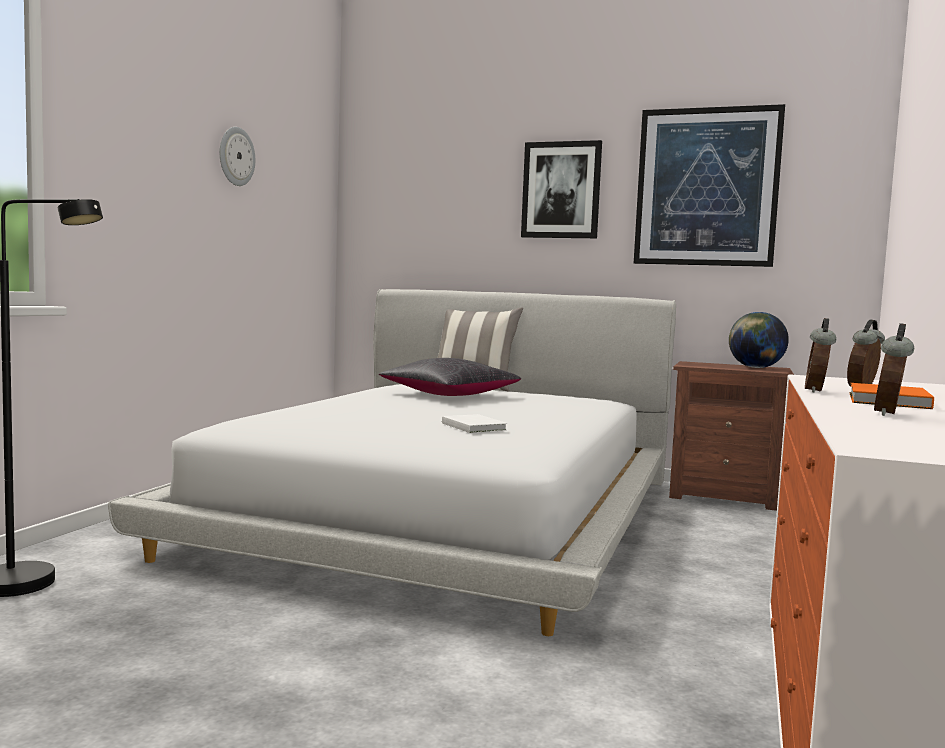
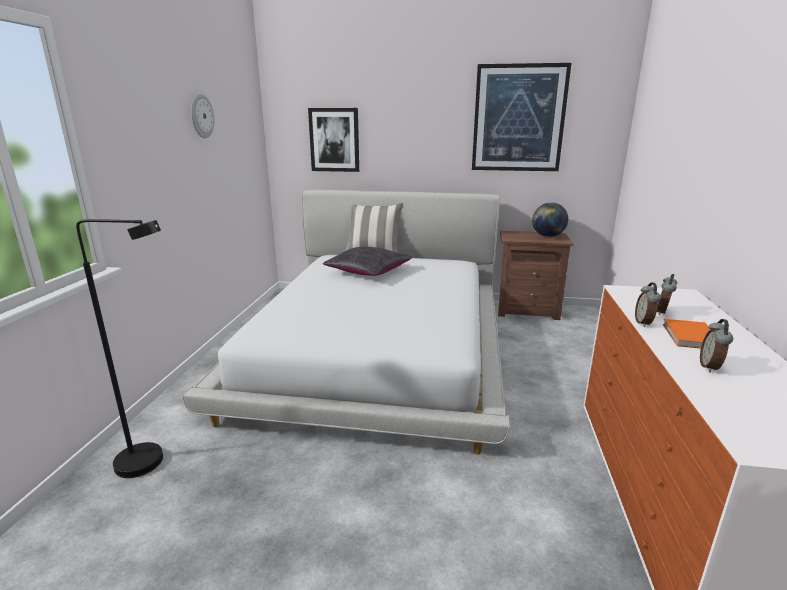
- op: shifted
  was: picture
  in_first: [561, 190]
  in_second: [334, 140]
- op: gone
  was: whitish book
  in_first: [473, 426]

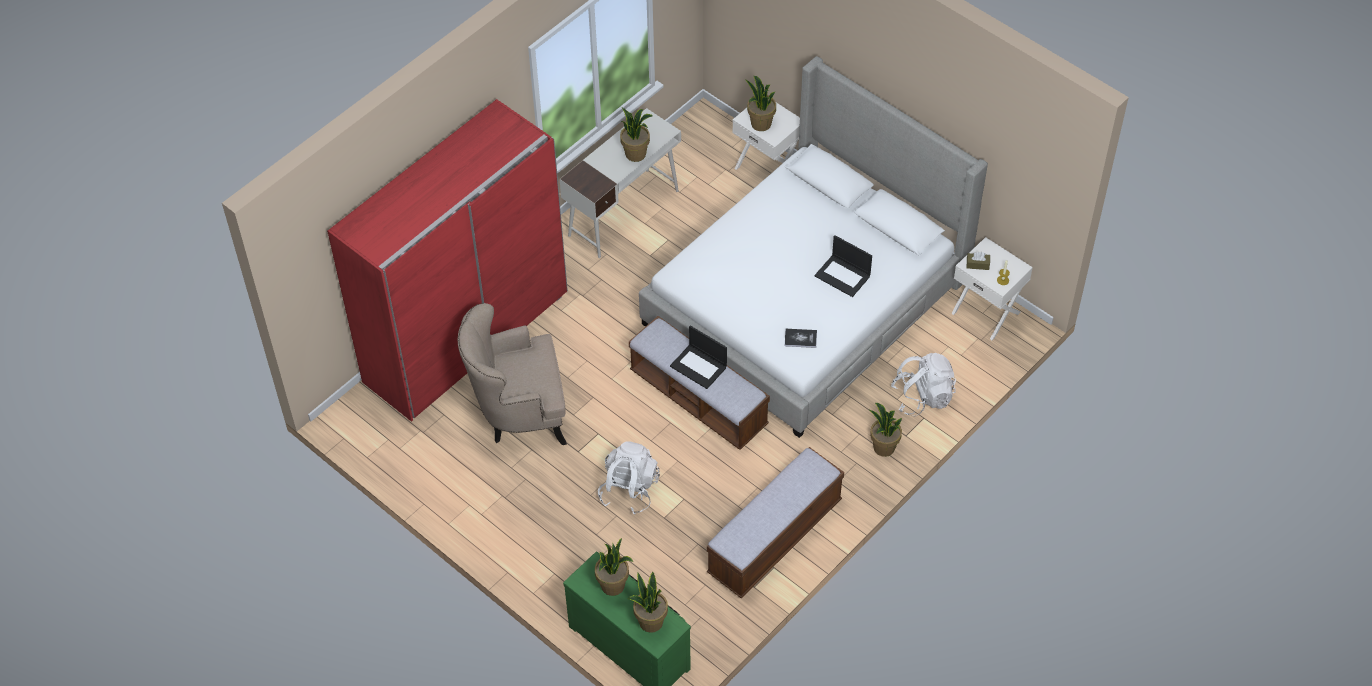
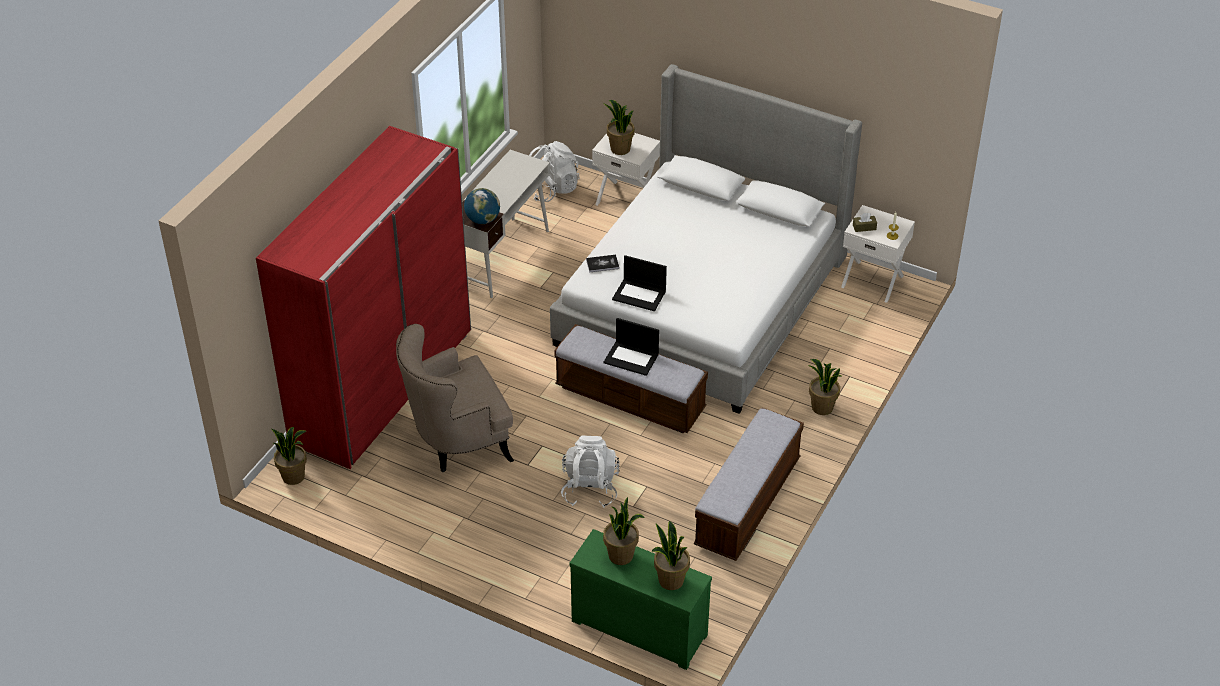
- op: shifted
  was: potted plant
  in_first: [636, 154]
  in_second: [293, 476]
- op: shifted
  was: portable computer
  in_first: [843, 276]
  in_second: [640, 295]
- op: shifted
  was: book
  in_first: [800, 338]
  in_second: [602, 264]
- op: shifted
  was: whitish rucksack
  in_first: [922, 397]
  in_second: [552, 189]
- op: new
  now: globe
  in_second: [482, 220]

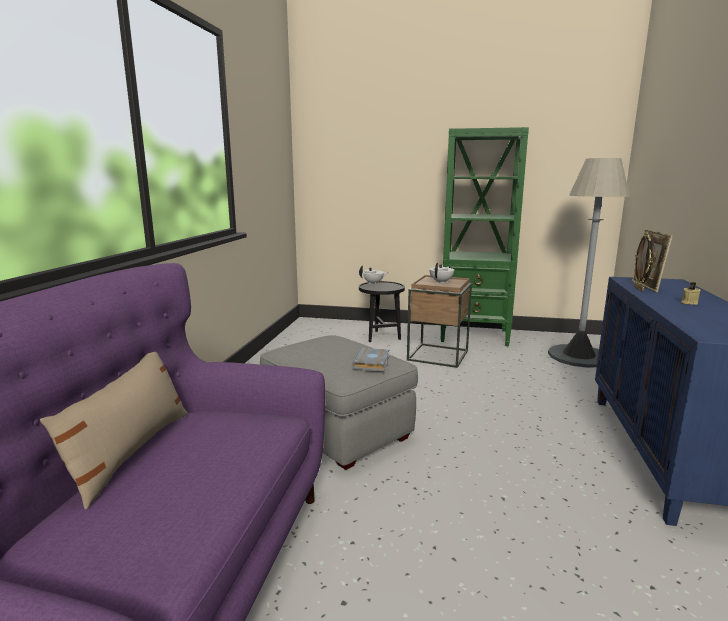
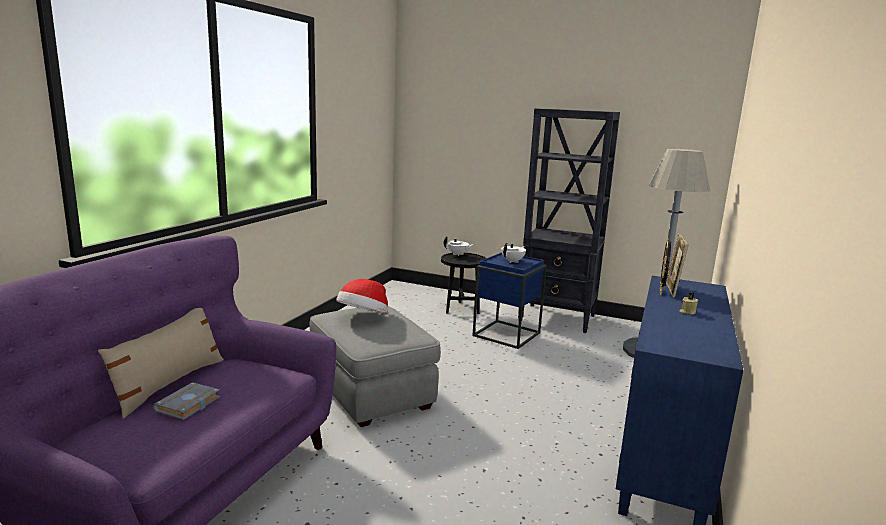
- op: repainted
  was: green bookshelf
  now: black bookshelf
  in_first: [475, 336]
  in_second: [557, 318]
- op: repainted
  was: brown-coloured accent table
  now: blue accent table
  in_first: [438, 355]
  in_second: [507, 334]
- op: shifted
  was: grey book
  in_first: [372, 363]
  in_second: [188, 405]
- op: new
  now: clothing hat
  in_second: [364, 318]

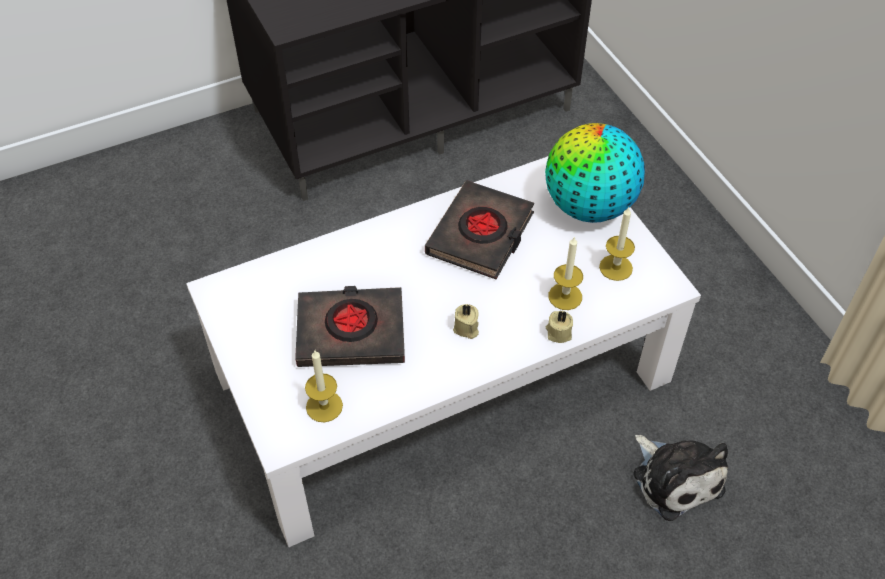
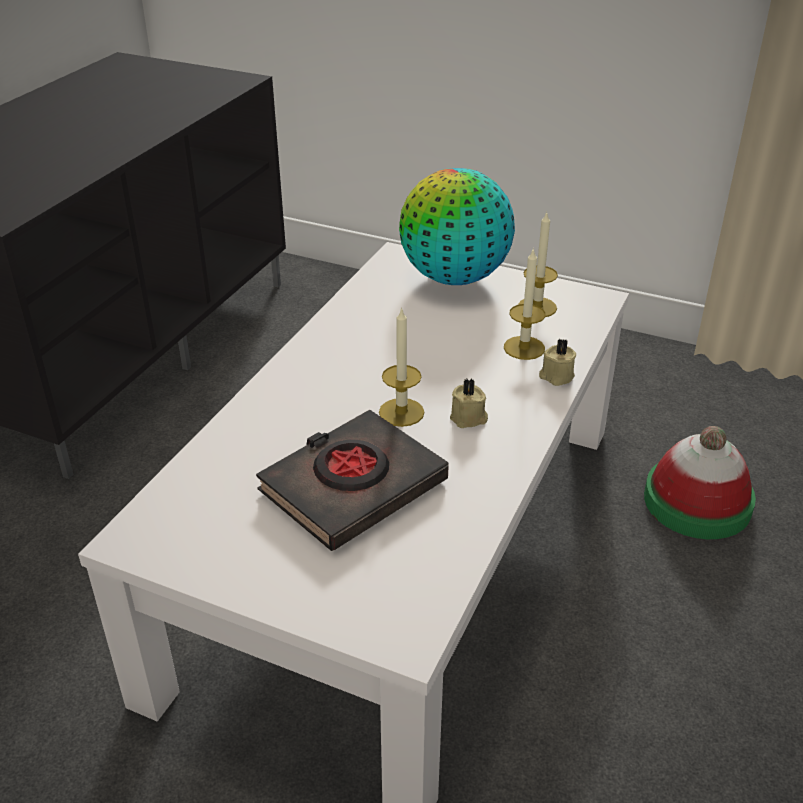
- op: gone
  was: black book
  in_first: [481, 235]
- op: shifted
  was: wax light
  in_first: [324, 406]
  in_second: [401, 412]
- op: swapped
  was: plush toy
  now: clothing hat
  in_first: [675, 477]
  in_second: [697, 502]

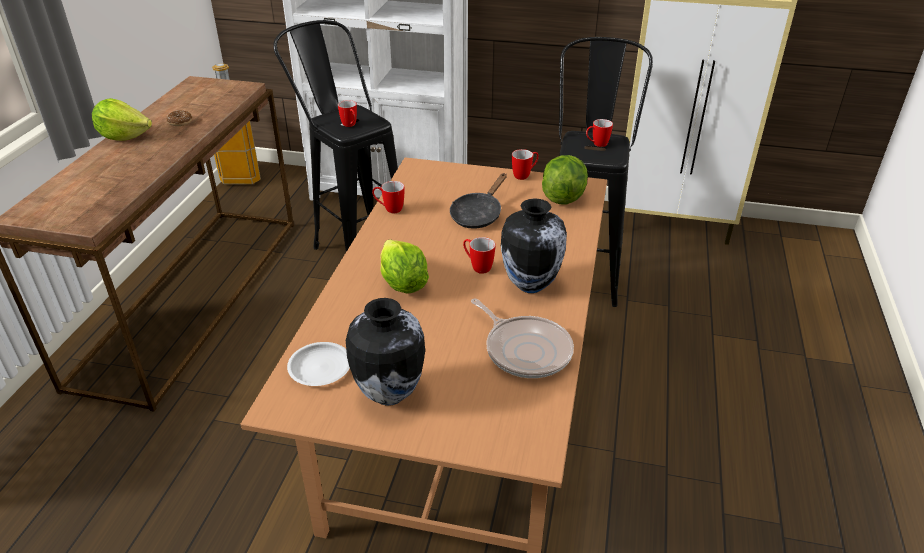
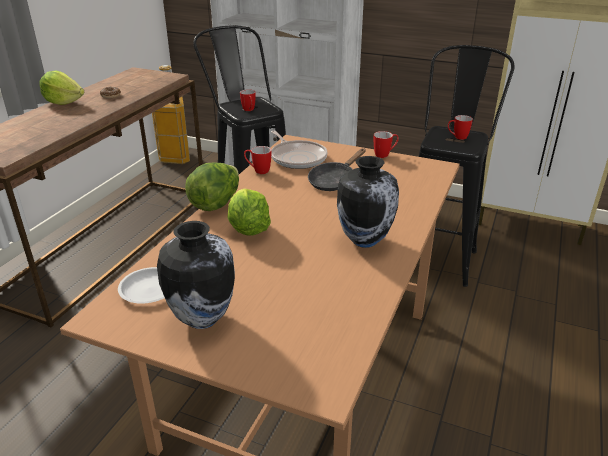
- op: shifted
  was: lettuce head
  in_first: [563, 195]
  in_second: [216, 203]
- op: gone
  was: coffee mug
  in_first: [477, 267]
- op: shifted
  was: pan
  in_first: [525, 350]
  in_second: [297, 158]

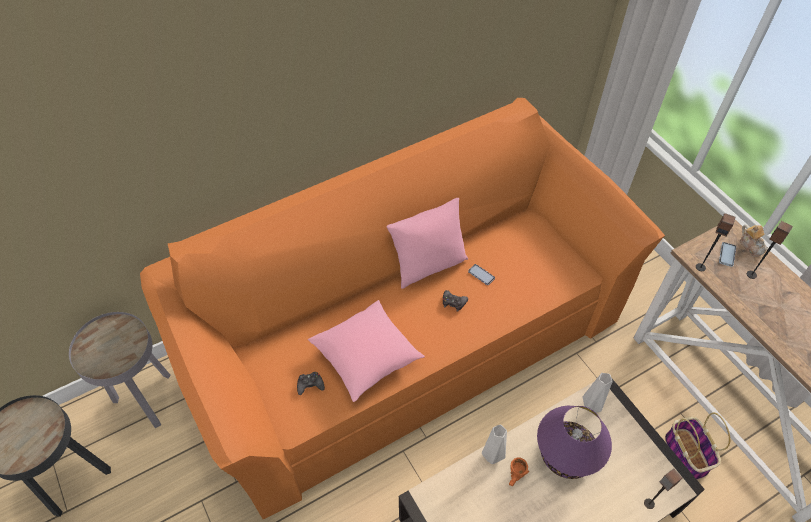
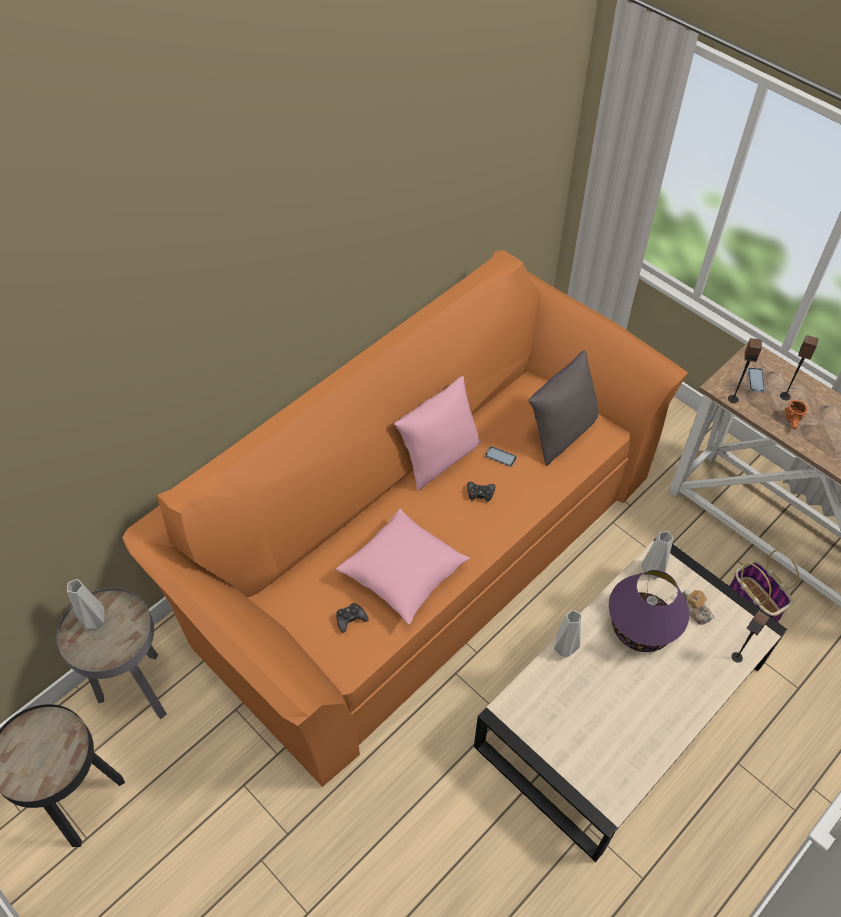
- op: shifted
  was: tea pot
  in_first: [751, 246]
  in_second: [696, 611]
- op: shifted
  was: orange coffee mug
  in_first: [516, 476]
  in_second: [793, 422]
- op: new
  now: grey throw pillow
  in_second: [560, 434]
- op: new
  now: grey decorative vase
  in_second: [93, 622]

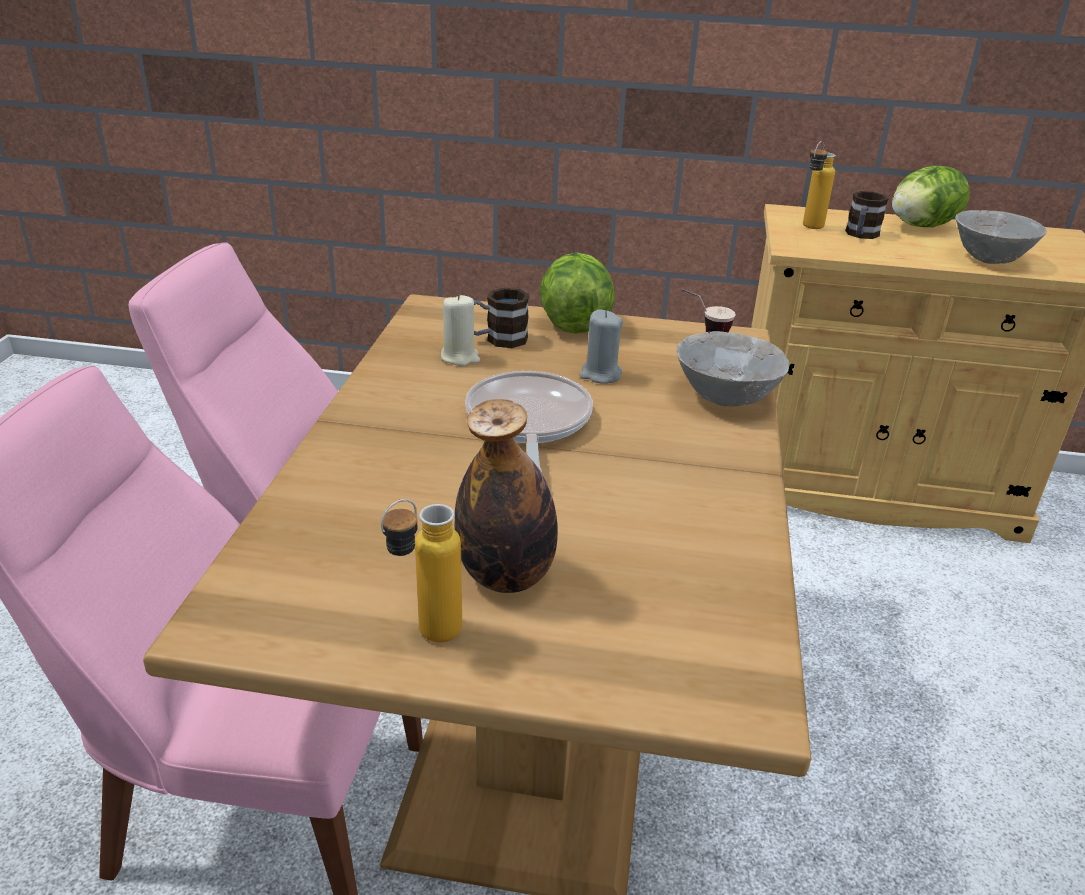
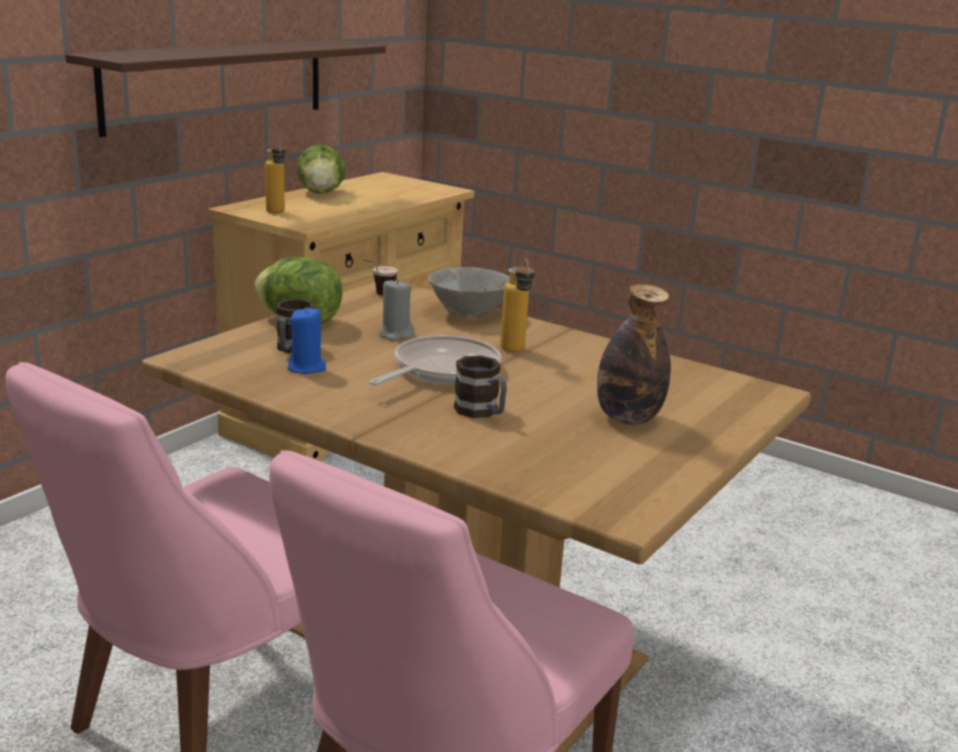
- op: shifted
  was: coffee mug
  in_first: [860, 235]
  in_second: [481, 412]
- op: gone
  was: grey bowl
  in_first: [989, 259]
- op: repainted
  was: sand-coloured wax light
  now: blue wax light
  in_first: [460, 357]
  in_second: [307, 368]
- op: rotated
  was: pan
  in_first: [528, 422]
  in_second: [441, 370]
  clockwise: 105
- op: shifted
  was: bottle
  in_first: [425, 637]
  in_second: [515, 352]
- op: new
  now: shelf
  in_second: [217, 84]

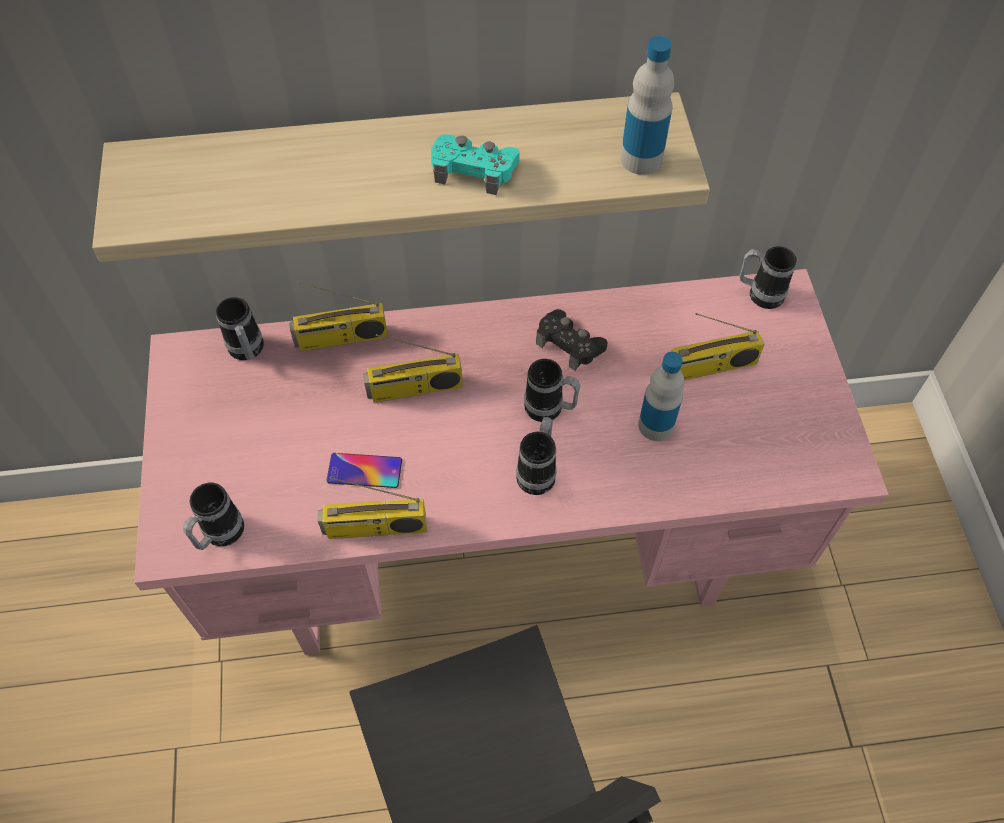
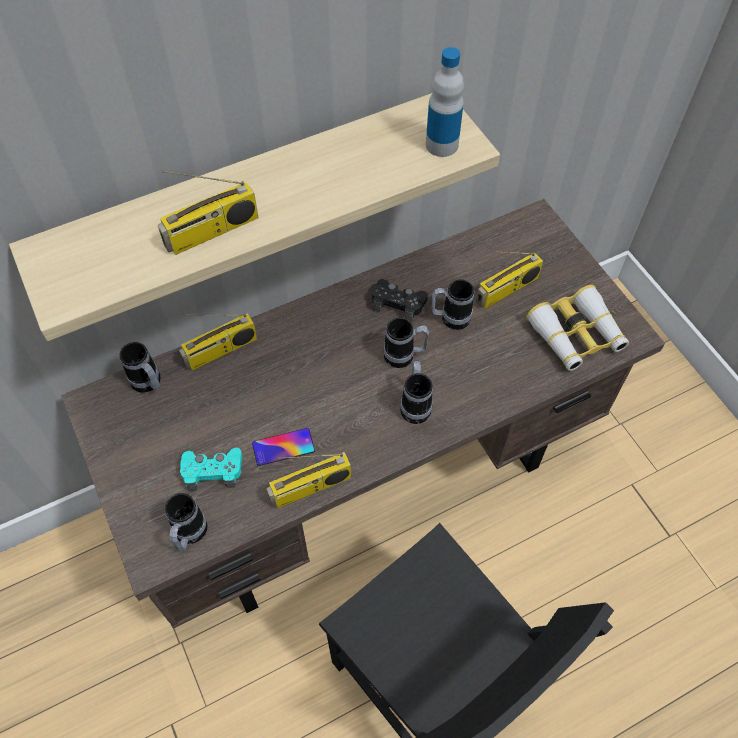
- op: shifted
  was: turquoise-coloured game controller
  in_first: [474, 170]
  in_second: [213, 471]
- op: shifted
  was: coffee mug
  in_first: [759, 294]
  in_second: [450, 318]
- op: repainted
  was: pink-coloured desk unit
  now: brown-coloured desk unit
  in_first: [504, 549]
  in_second: [370, 479]
- op: shifted
  was: radio set
  in_first: [414, 389]
  in_second: [212, 232]
- op: gone
  was: bottle
  in_first: [656, 425]
- op: new
  now: binoculars
  in_second: [576, 335]

